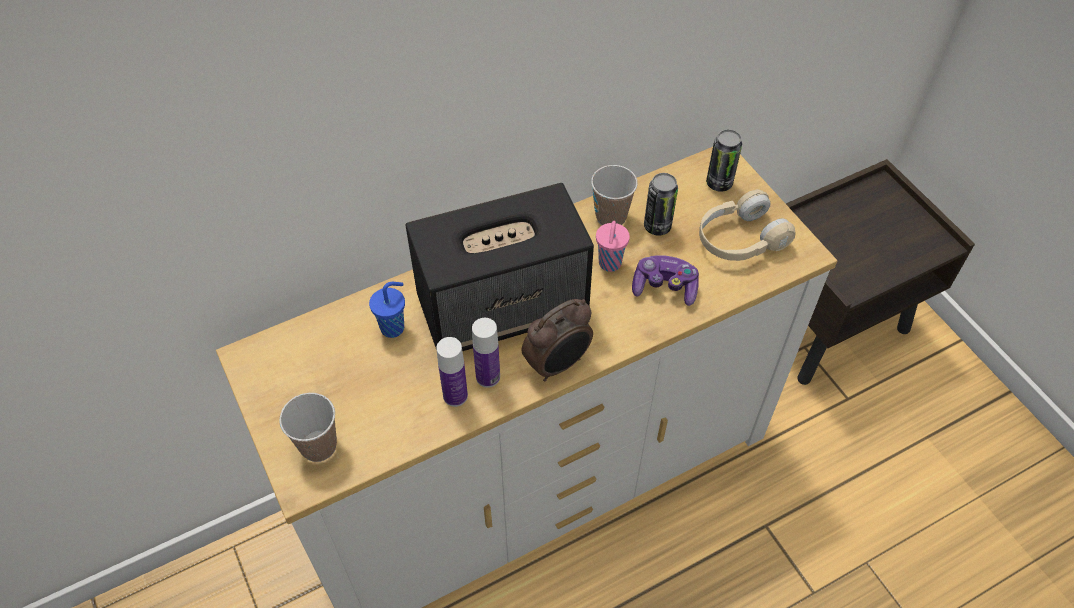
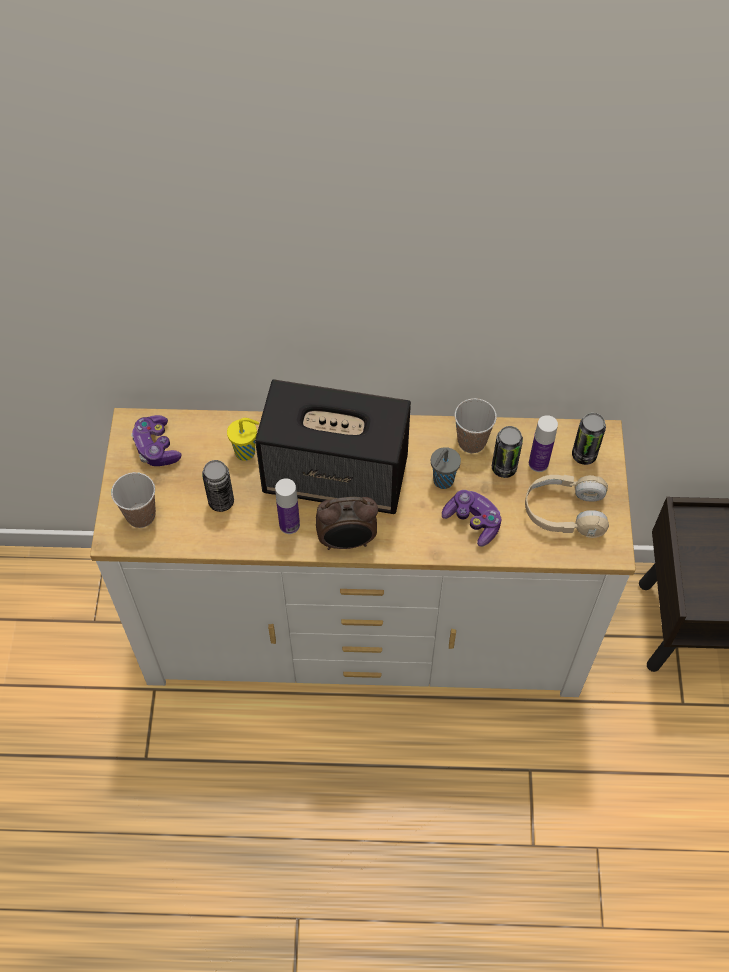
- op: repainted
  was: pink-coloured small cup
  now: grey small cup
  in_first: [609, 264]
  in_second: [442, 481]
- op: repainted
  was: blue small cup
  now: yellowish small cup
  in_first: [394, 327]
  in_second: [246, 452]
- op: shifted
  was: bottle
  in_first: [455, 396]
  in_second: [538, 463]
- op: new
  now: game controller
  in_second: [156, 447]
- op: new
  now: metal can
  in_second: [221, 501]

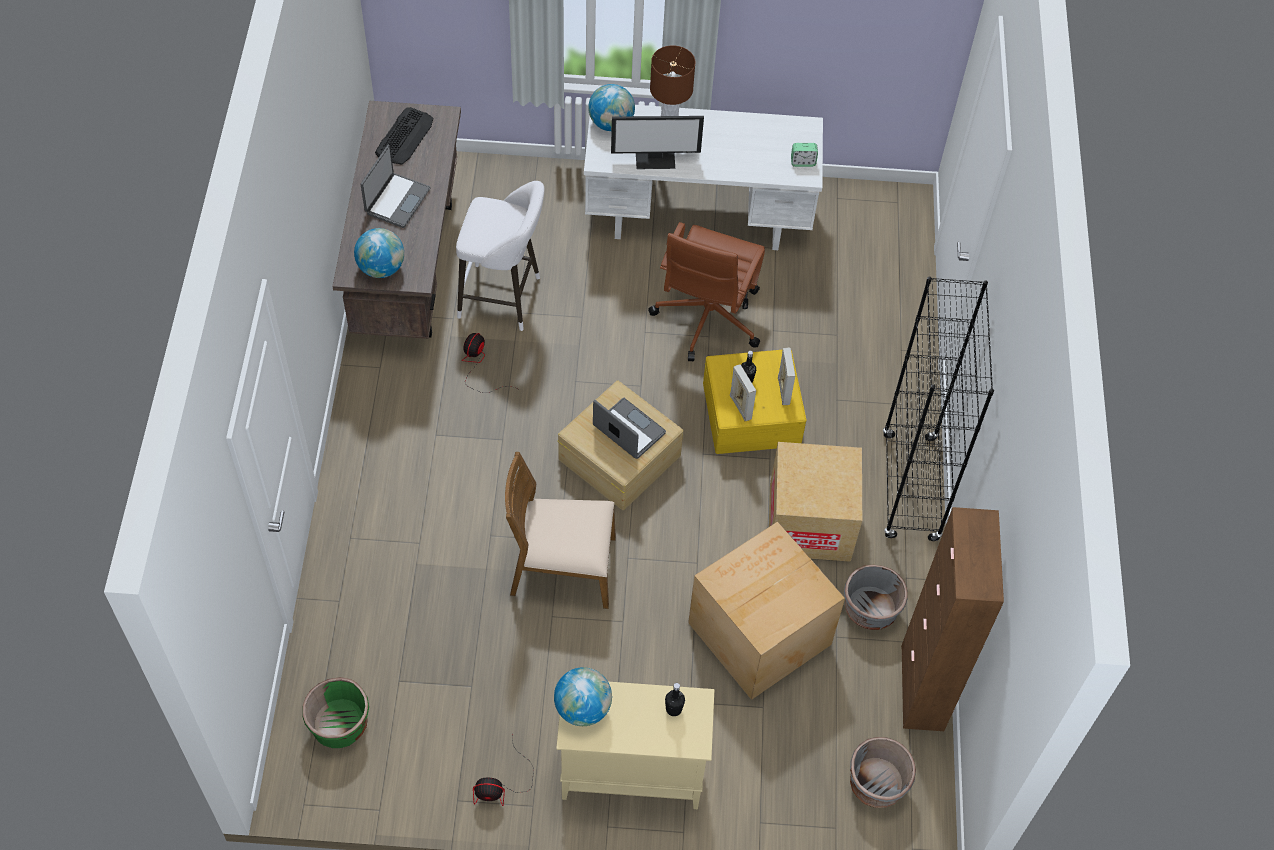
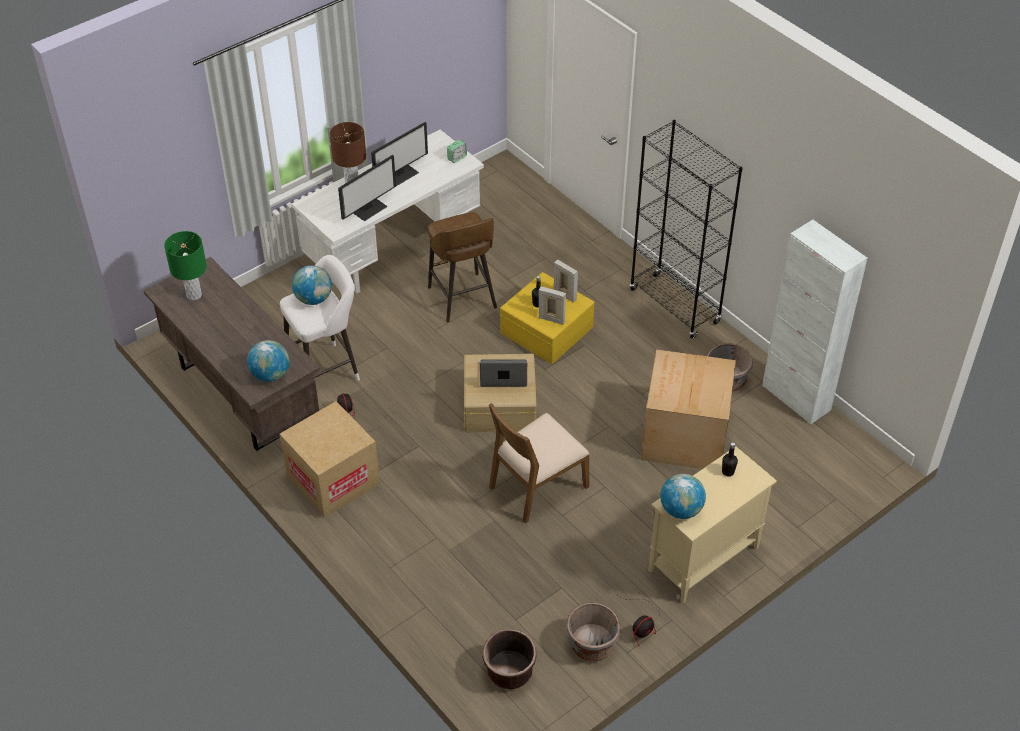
- op: shifted
  was: globe
  in_first: [611, 123]
  in_second: [313, 299]
- op: swapped
  was: keyboard
  now: green table lamp
  in_first: [405, 136]
  in_second: [194, 295]
- op: gone
  was: portable computer
  in_first: [396, 200]
- op: swapped
  was: brown-coloured computer chair
  now: brown-coloured stool seat
  in_first: [706, 319]
  in_second: [463, 299]
- op: shifted
  was: packing box
  in_first: [809, 522]
  in_second: [333, 480]
- op: repainted
  was: brown-coloured cabinet
  now: whitish cabinet
  in_first: [922, 688]
  in_second: [796, 398]
- op: repainted
  was: green plant pot
  now: brown-coloured plant pot
  in_first: [340, 725]
  in_second: [509, 671]
- op: shifted
  was: grey plant pot
  in_first: [876, 784]
  in_second: [591, 644]
- op: new
  now: computer display
  in_second: [401, 174]

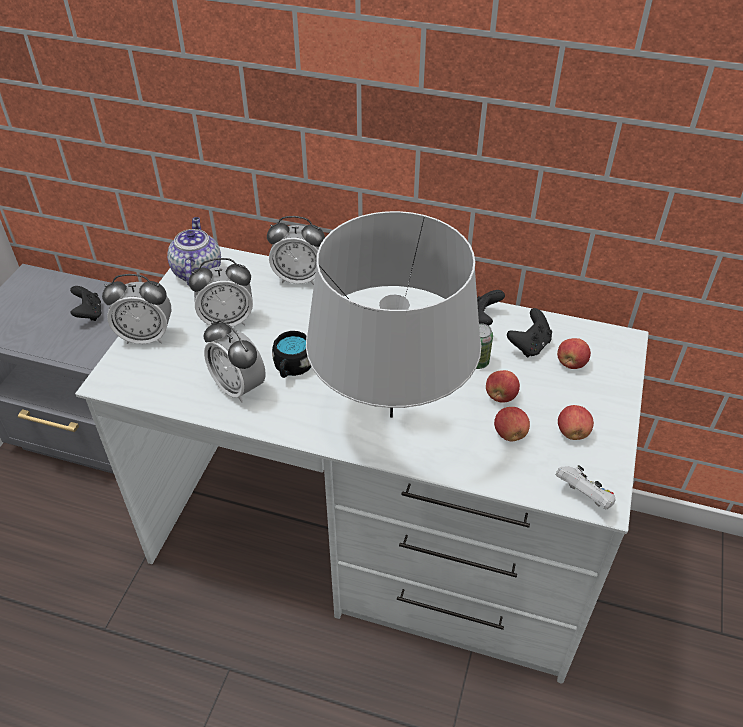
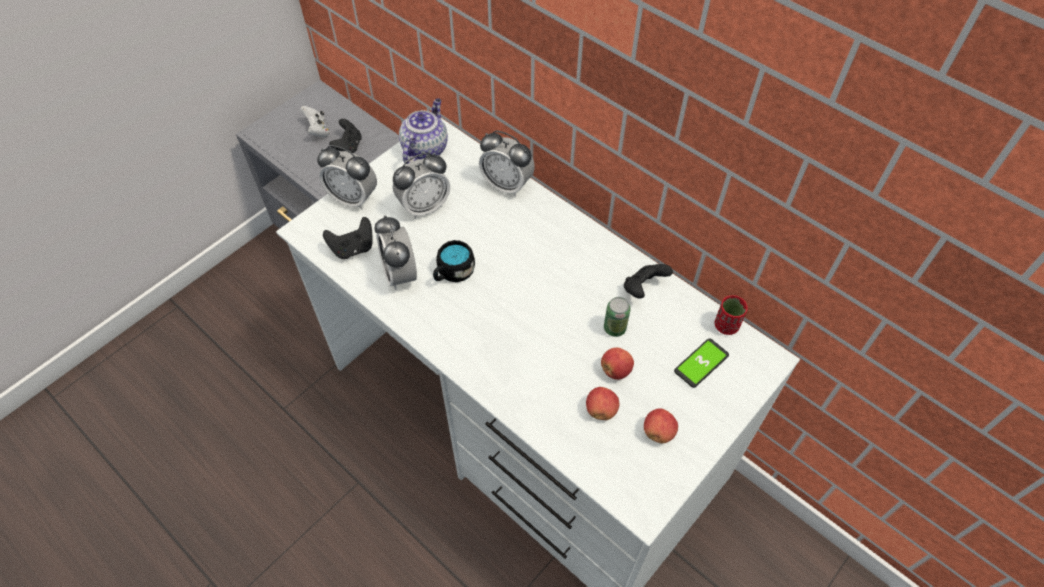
- op: gone
  was: grey table lamp
  in_first: [391, 416]
- op: rotated
  was: table clock
  in_first: [227, 321]
  in_second: [424, 206]
  clockwise: -45
- op: shifted
  was: black game controller
  in_first: [529, 346]
  in_second: [353, 248]
- op: swapped
  was: apple
  now: phone
  in_first: [571, 363]
  in_second: [701, 363]
- op: shifted
  was: whitish game controller
  in_first: [584, 497]
  in_second: [318, 130]
- op: new
  now: red-coloured small cup
  in_second: [726, 325]

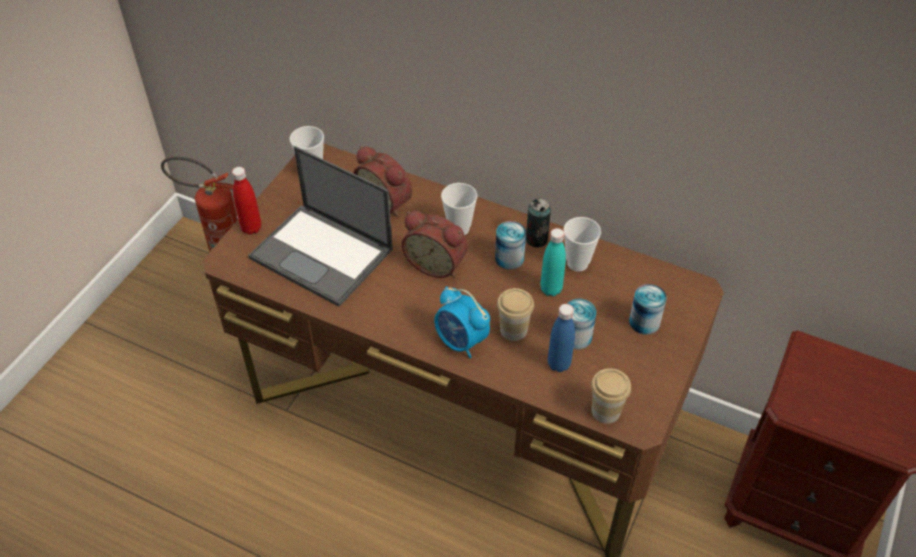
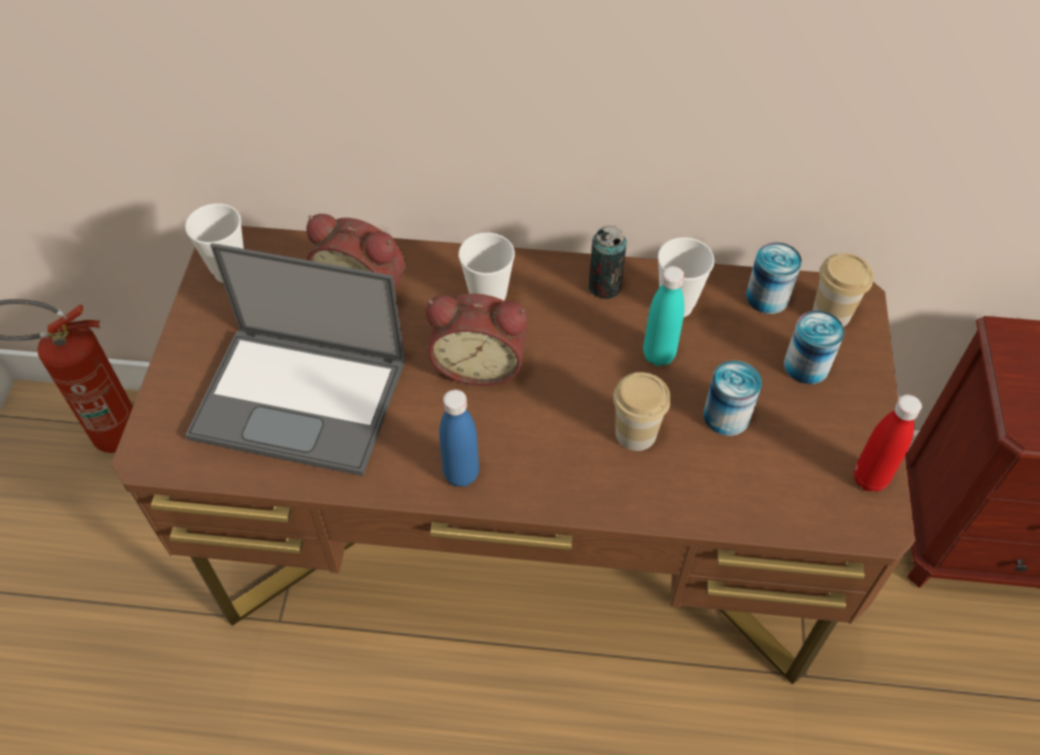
- op: shifted
  was: red-coloured bottle
  in_first: [251, 228]
  in_second: [869, 479]
- op: shifted
  was: metal can
  in_first: [509, 258]
  in_second: [767, 297]
- op: gone
  was: table clock
  in_first: [461, 341]
- op: shifted
  was: blue bottle
  in_first: [559, 364]
  in_second: [461, 474]
- op: shifted
  was: small cup
  in_first: [606, 411]
  in_second: [831, 313]

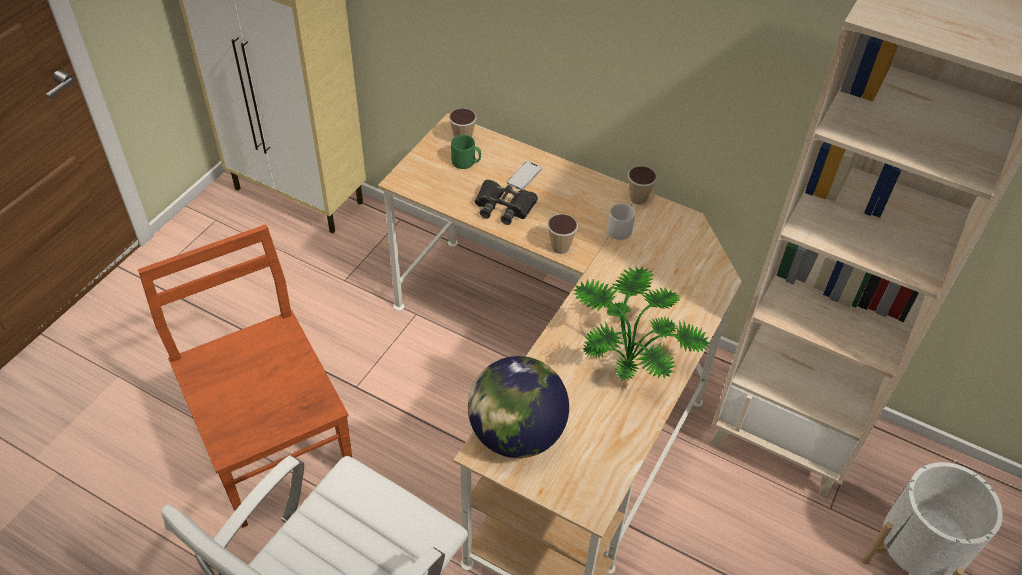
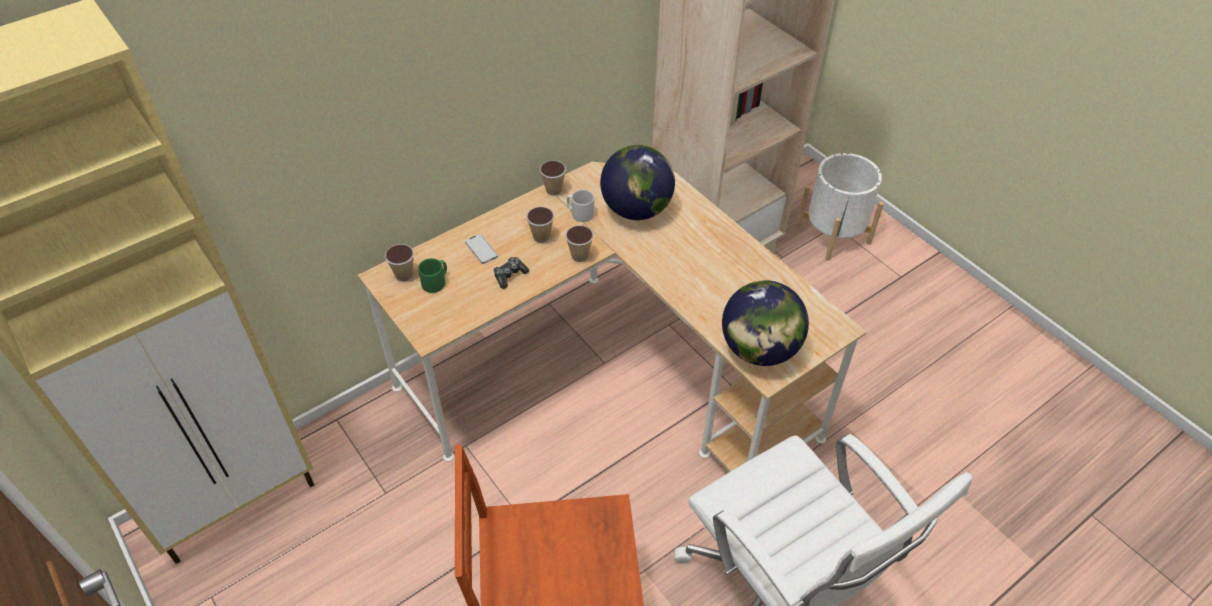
- op: swapped
  was: black binoculars
  now: game controller
  in_first: [503, 206]
  in_second: [510, 275]
- op: gone
  was: potted plant
  in_first: [630, 355]
- op: new
  now: globe
  in_second: [636, 209]
- op: new
  now: small cup
  in_second: [541, 237]

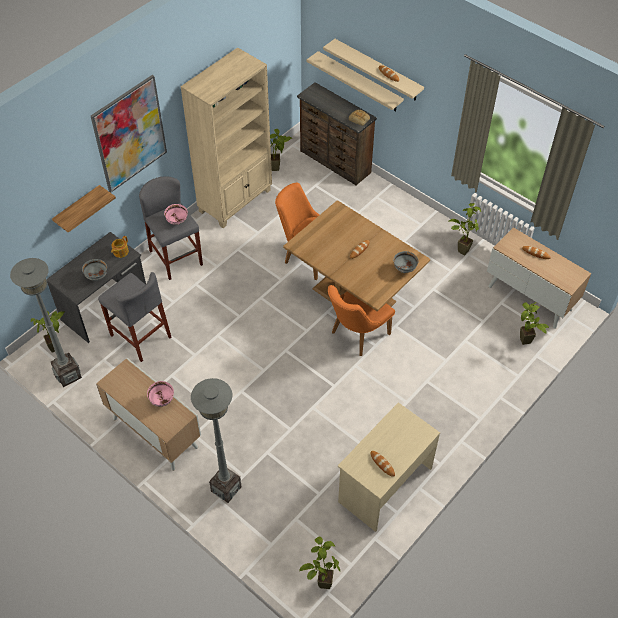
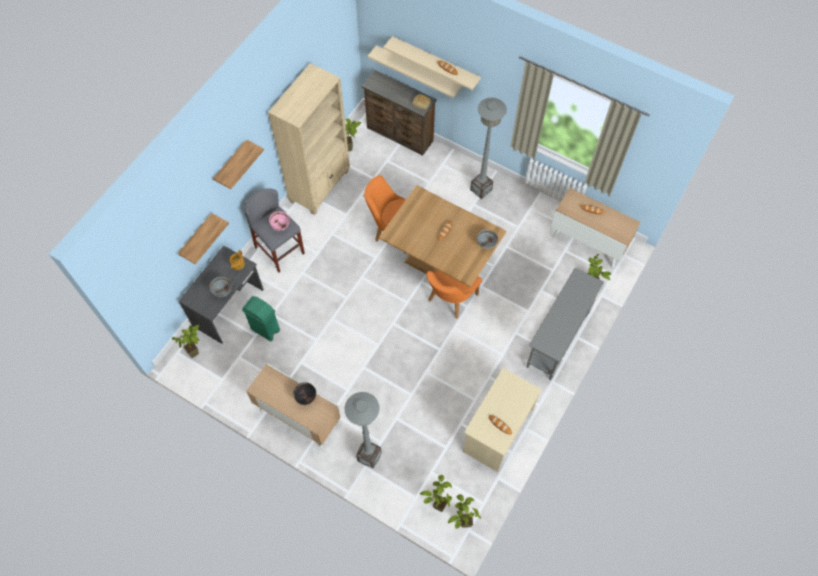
- op: swapped
  was: picture
  now: shelf
  in_first: [130, 134]
  in_second: [231, 164]
- op: shifted
  was: potted plant
  in_first: [460, 248]
  in_second: [436, 503]
- op: shifted
  was: grey standing lamp
  in_first: [68, 375]
  in_second: [480, 190]
- op: swapped
  was: grey stool seat
  now: green waste bin
  in_first: [140, 336]
  in_second: [266, 330]
- op: repainted
  was: pink-coloured bowl
  now: black bowl
  in_first: [162, 400]
  in_second: [306, 397]
- op: new
  now: grey console table
  in_second: [556, 341]

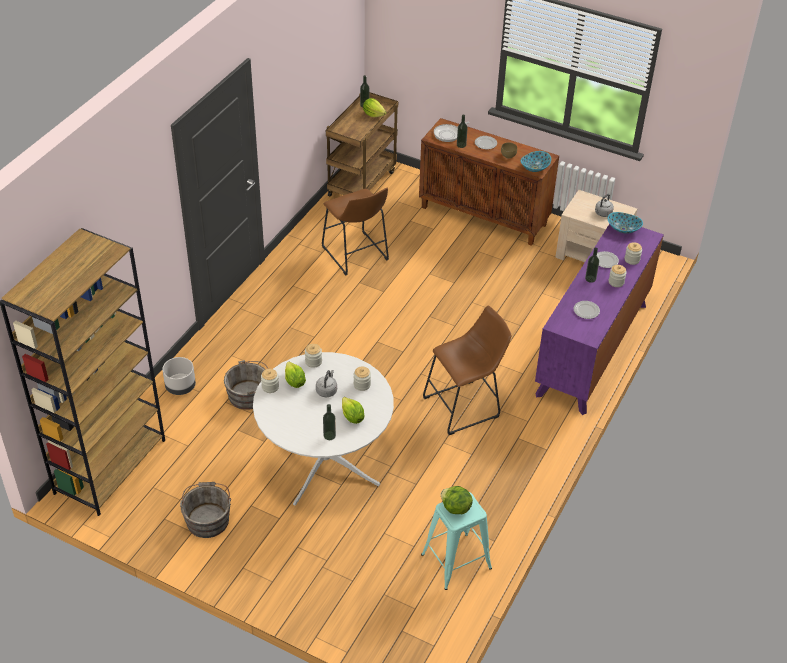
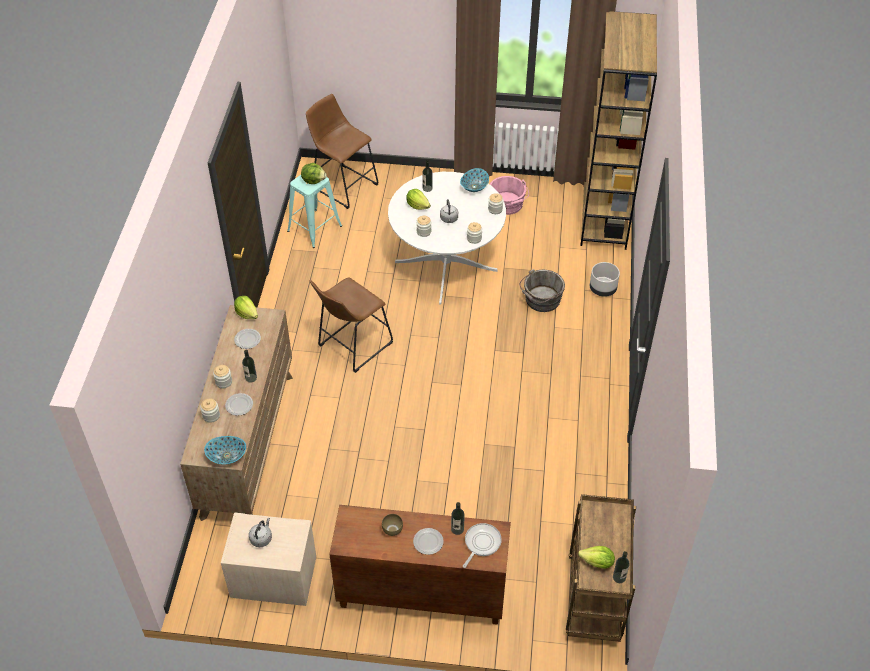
- op: shifted
  was: bowl
  in_first: [534, 168]
  in_second: [474, 187]
- op: shifted
  was: brown-coloured stool seat
  in_first: [356, 256]
  in_second: [343, 184]
- op: repainted
  was: purplish drawer chest
  now: brown-coloured drawer chest
  in_first: [592, 349]
  in_second: [248, 443]
- op: shifted
  was: lettuce head
  in_first: [294, 382]
  in_second: [247, 313]
- op: repainted
  was: grey pail
  now: pink-coloured pail
  in_first: [207, 518]
  in_second: [507, 205]

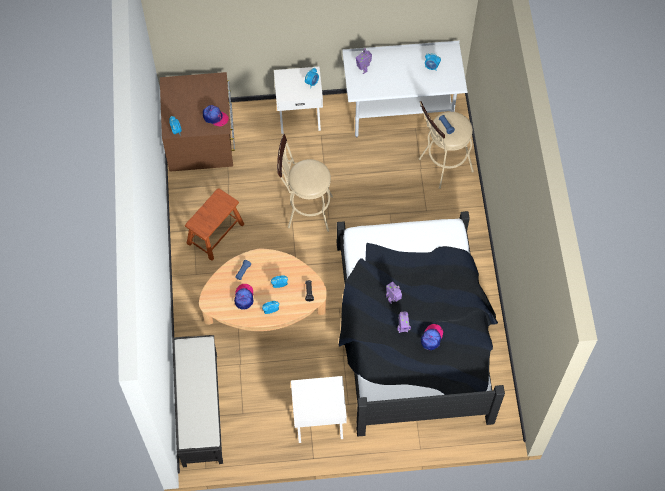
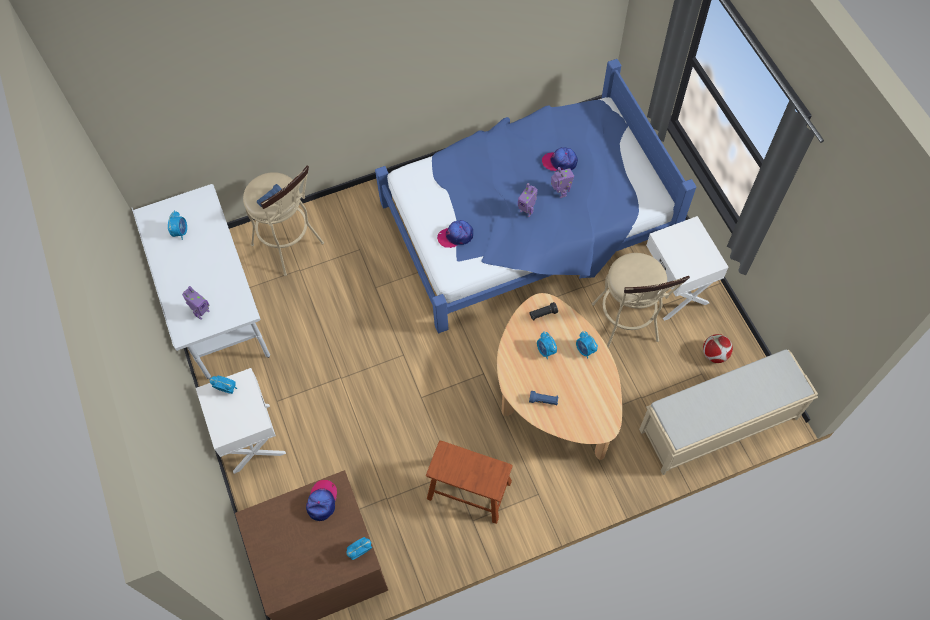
- op: shifted
  was: sand-coloured stool seat
  in_first: [305, 211]
  in_second: [627, 327]
- op: repainted
  was: black bed
  now: blue bed
  in_first: [413, 331]
  in_second: [525, 224]
- op: shifted
  was: cap
  in_first: [244, 297]
  in_second: [455, 236]
- op: repainted
  was: black indoor bench
  now: sand-coloured indoor bench
  in_first: [200, 408]
  in_second: [717, 425]
- op: new
  now: ball for football
  in_second: [714, 354]

